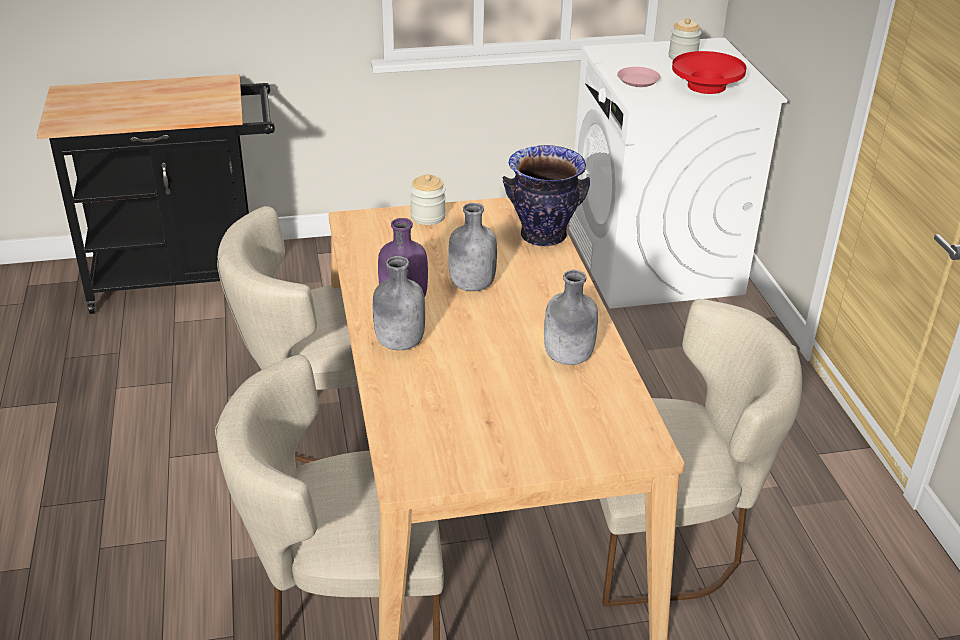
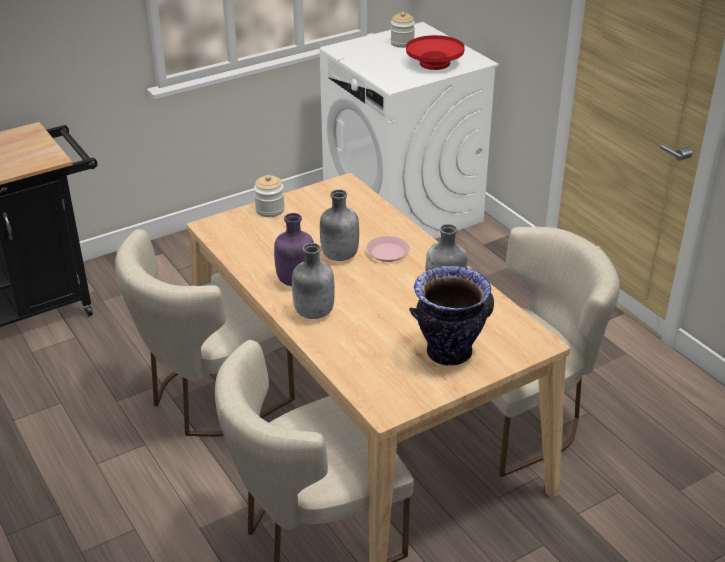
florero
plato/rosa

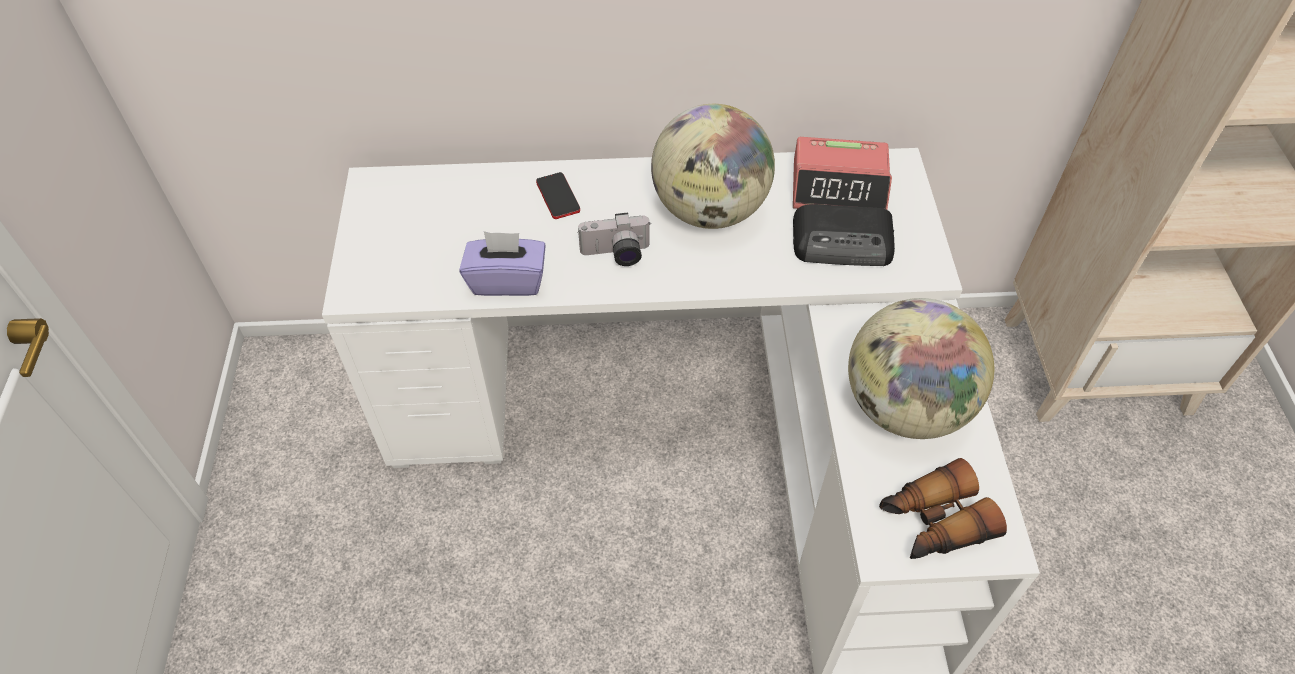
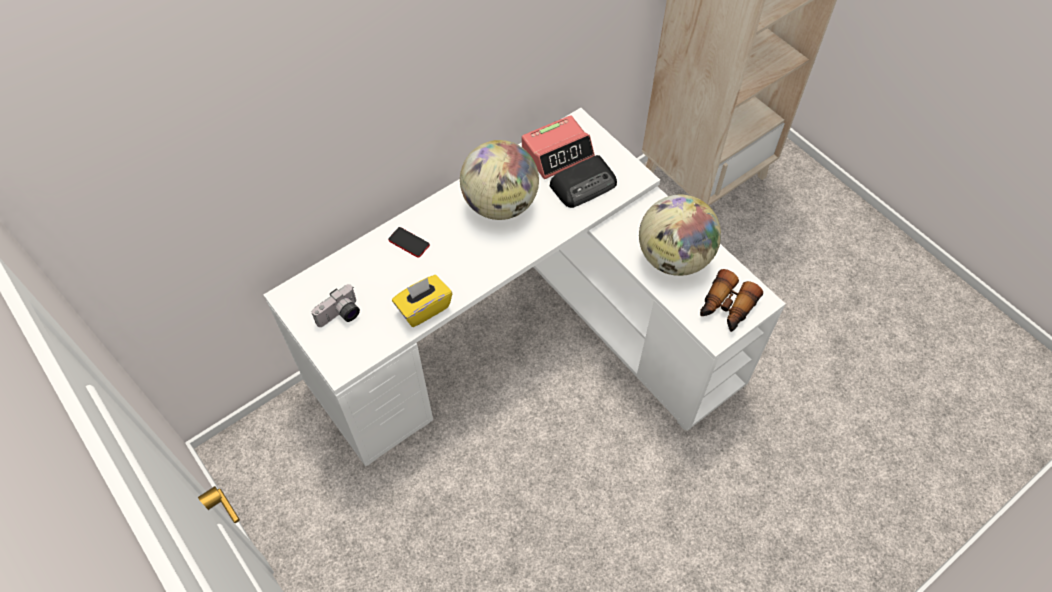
cámara
caja de pañuelos/amarillo

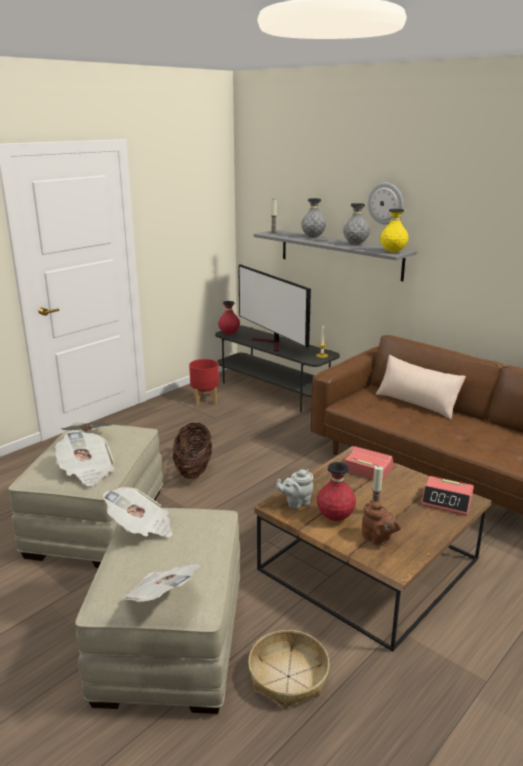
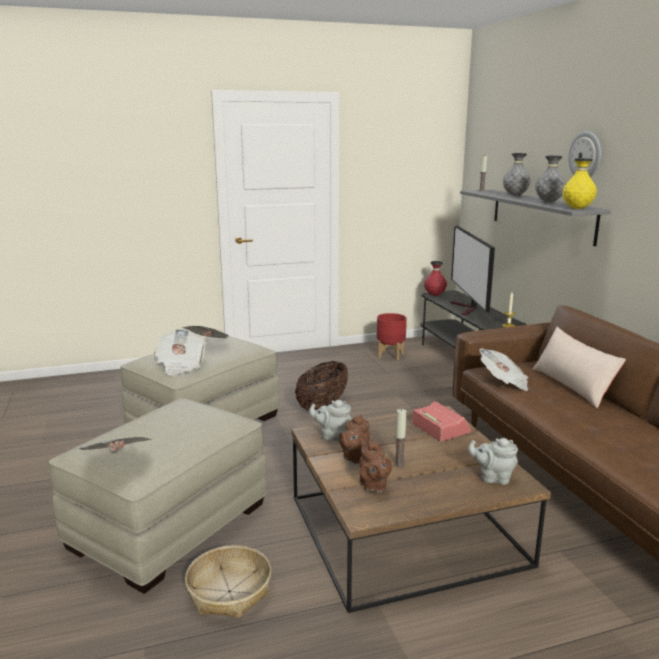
periódico (no. 4 from left)
tetera/marrón (no. 1 from left)
tetera/gris (no. 2 from left)

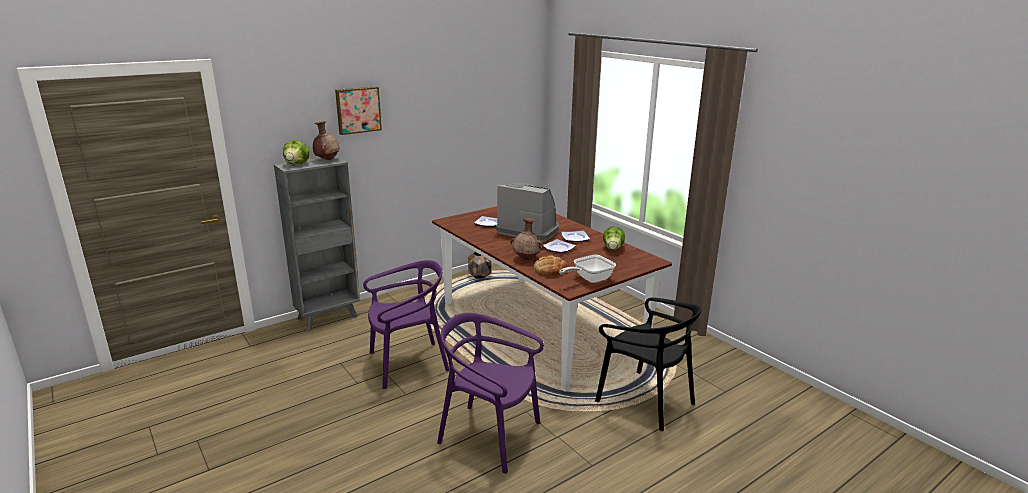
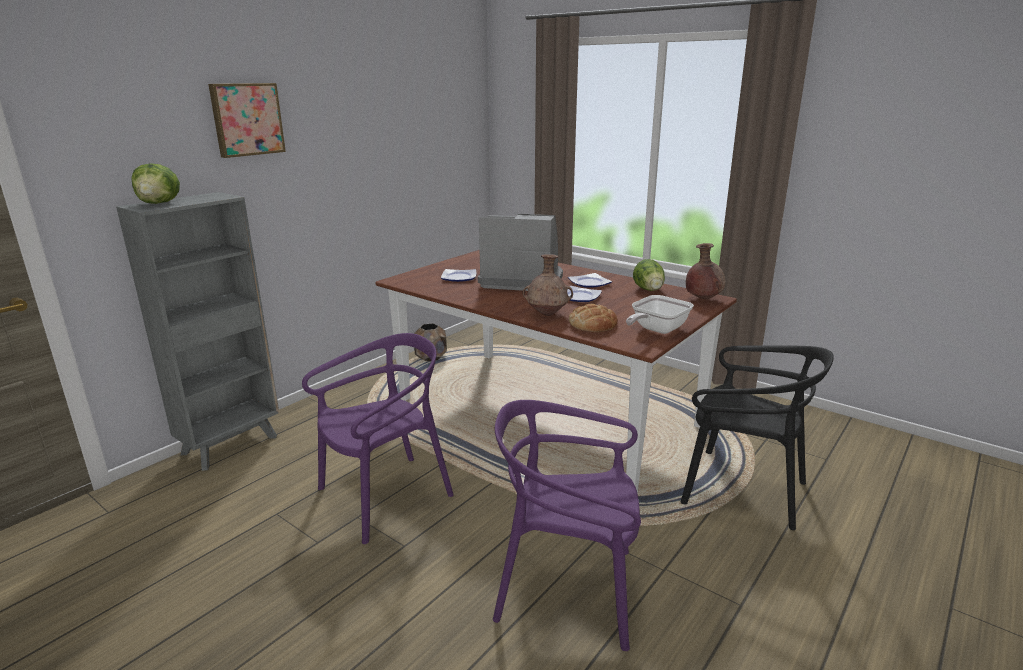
florero/marrón (no. 2 from left)

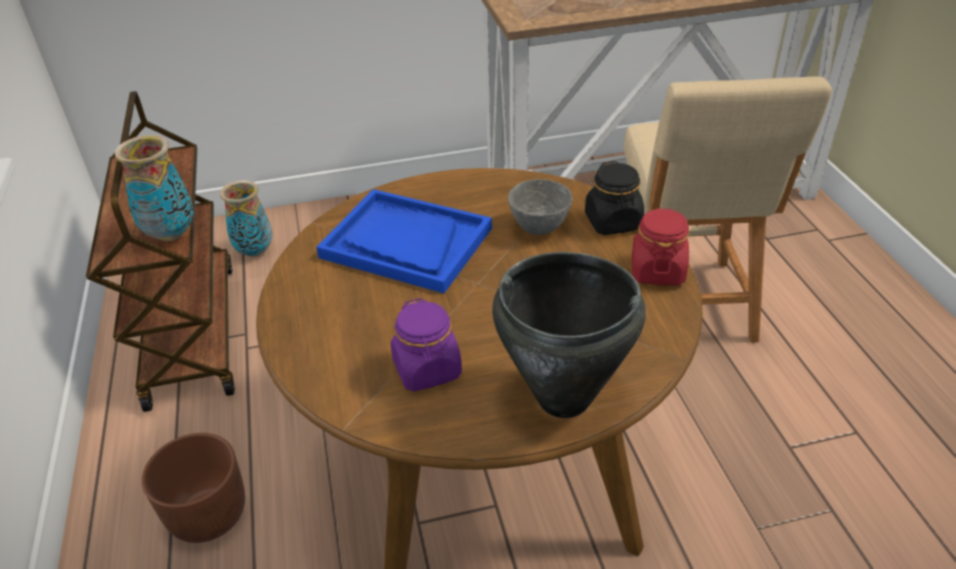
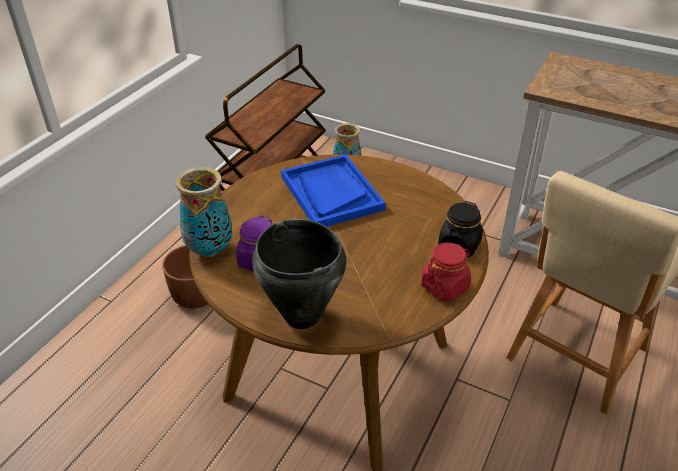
cuenco/gris
florero (no. 1 from left)

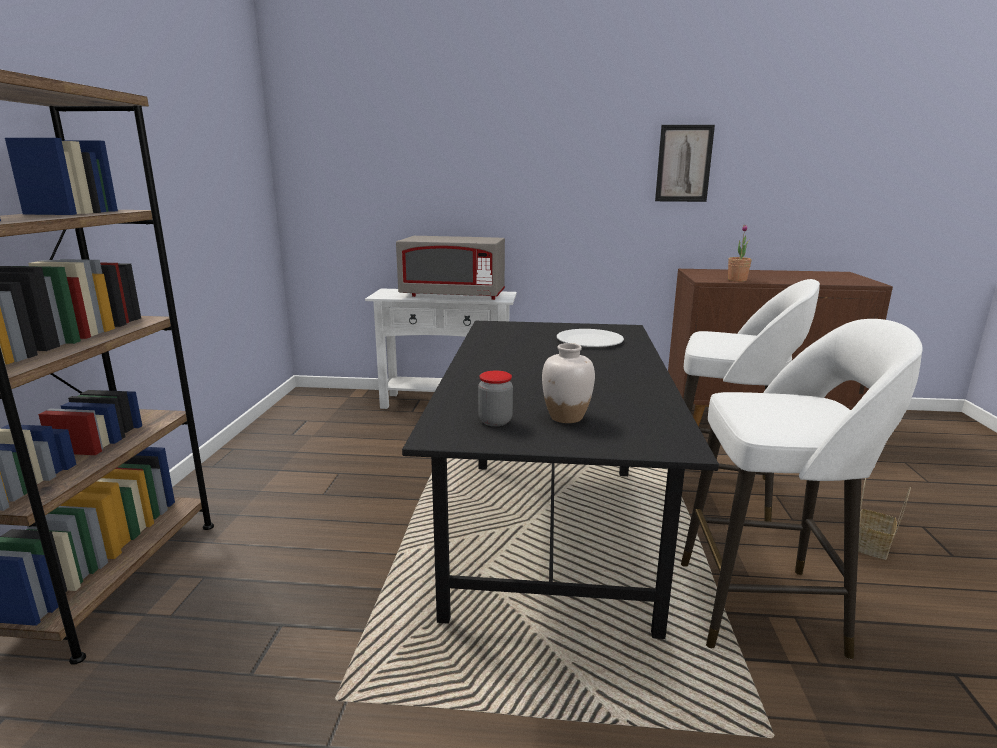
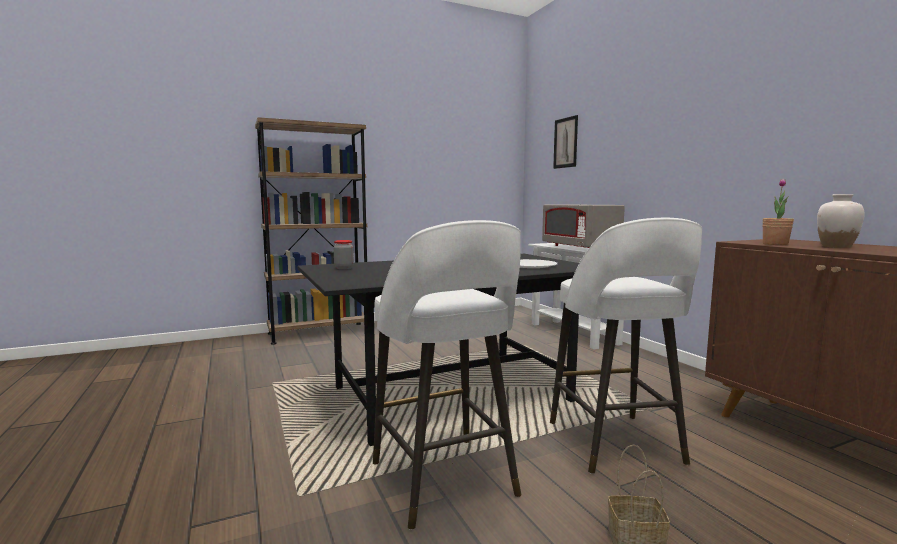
florero/blanco
cuadro

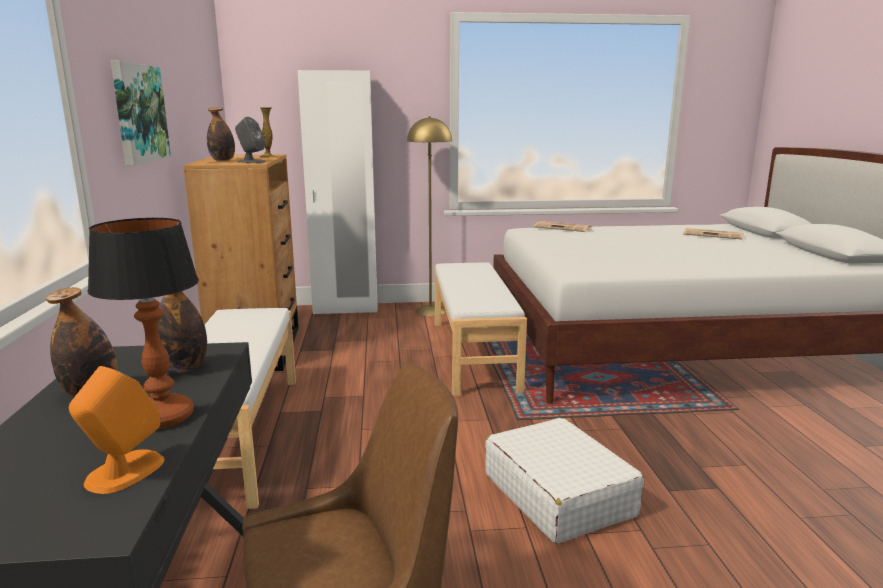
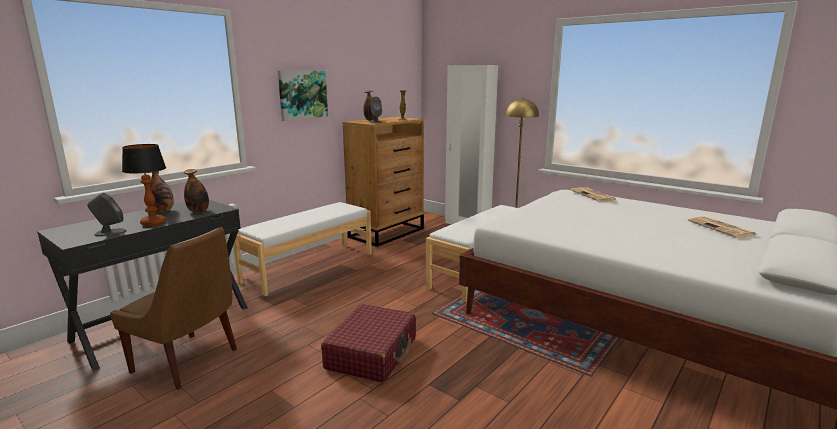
altavoz/gris (no. 1 from left)
maleta/rojo

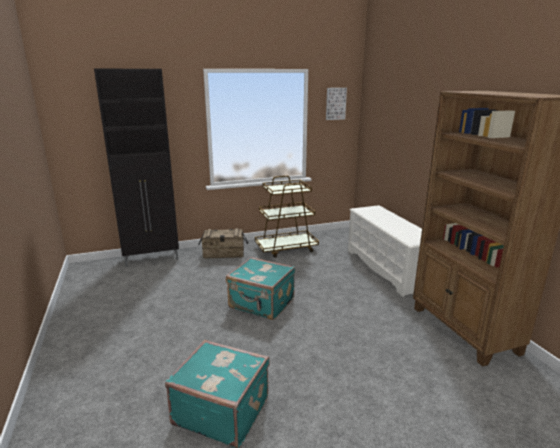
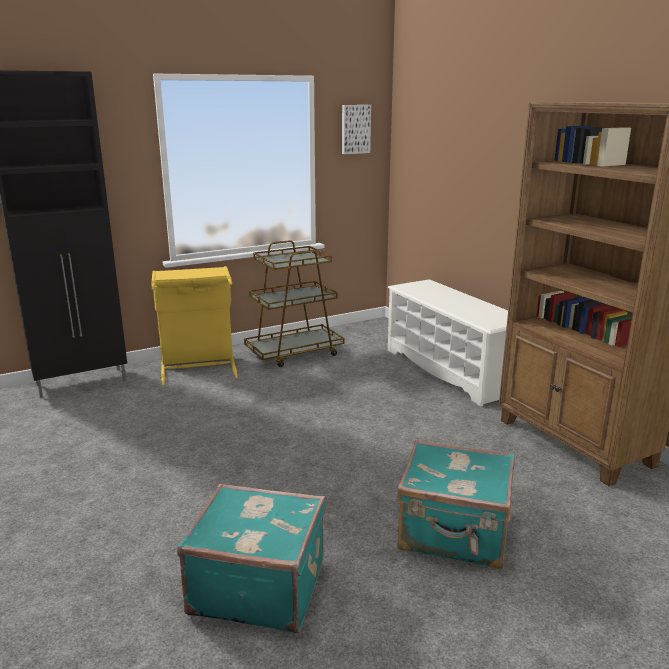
maleta/turquesa (no. 2 from left)
cesto de la ropa/amarillo

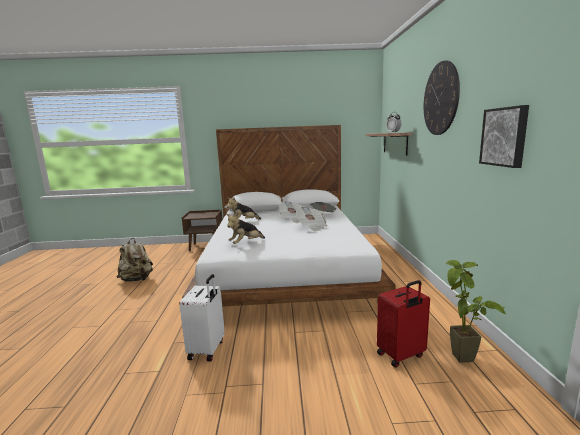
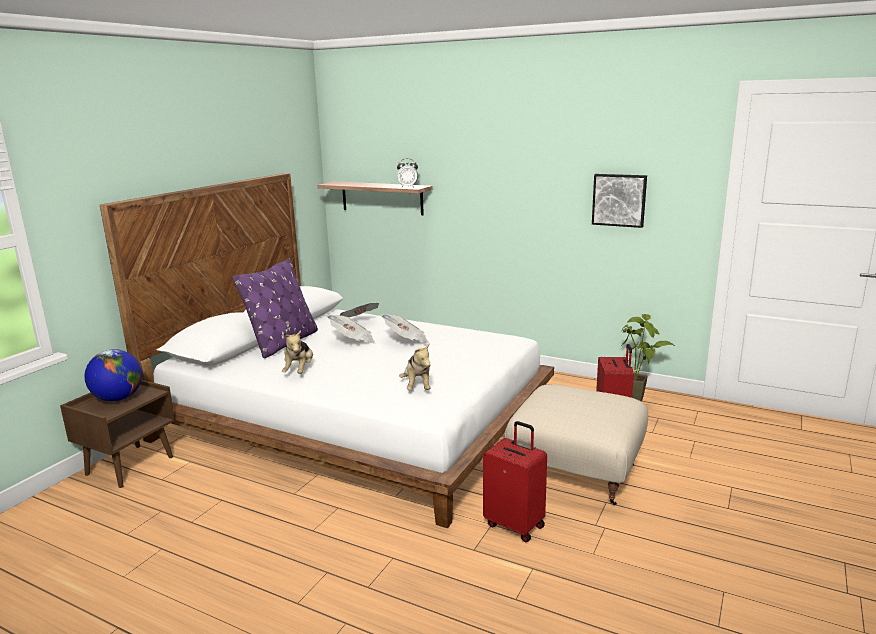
mochila/beis
reloj de pared
globo terráqueo
cojín/morado
puf/beis
maleta/rojo (no. 1 from left)

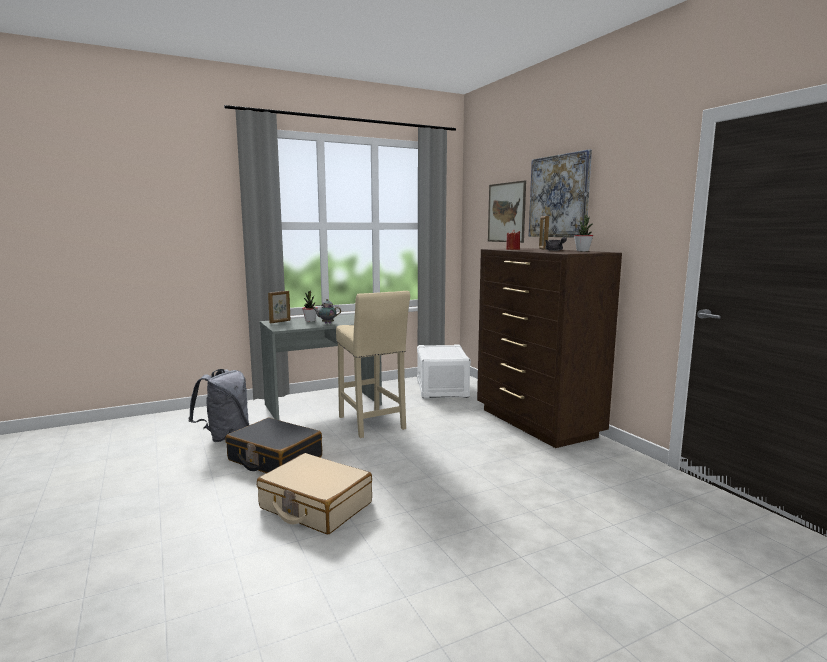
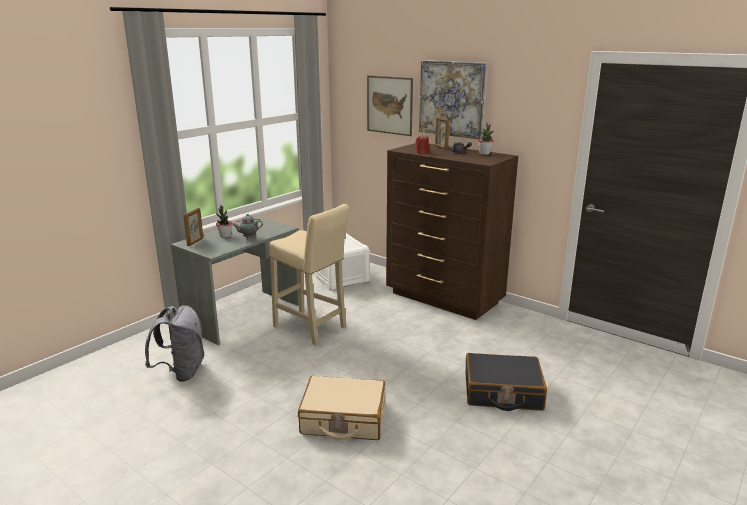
maleta/negro

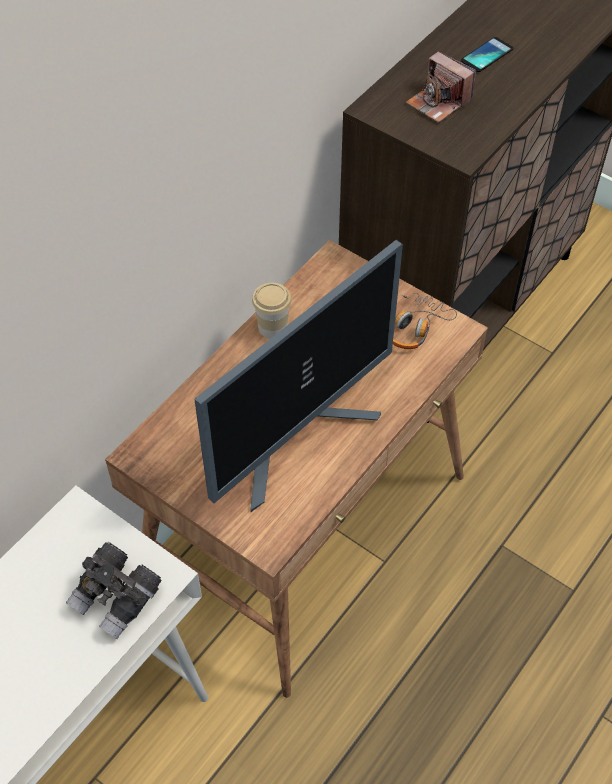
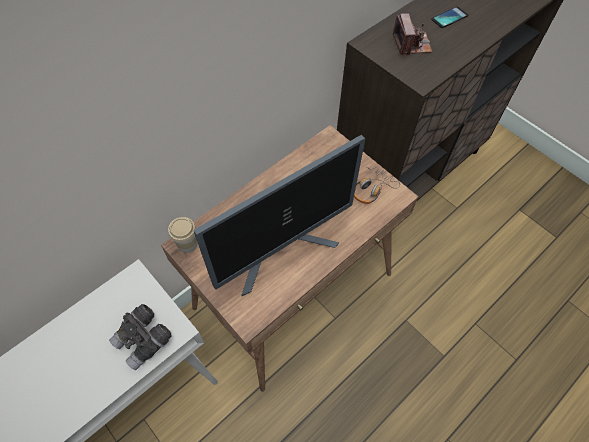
taza
cámara

